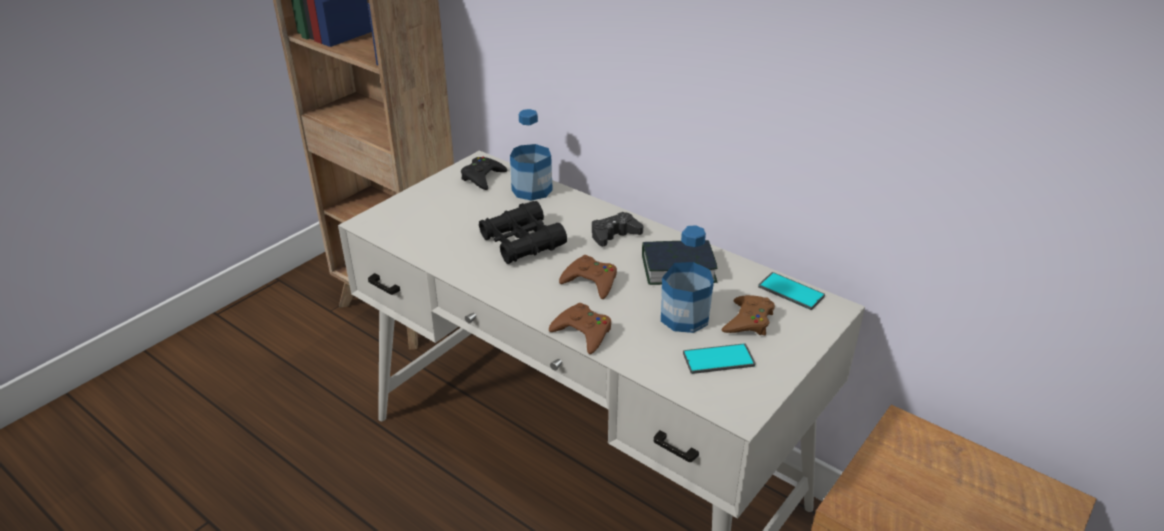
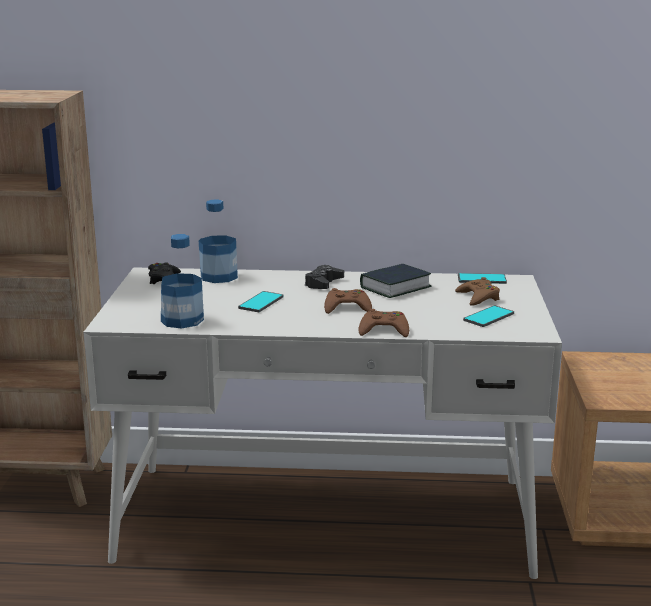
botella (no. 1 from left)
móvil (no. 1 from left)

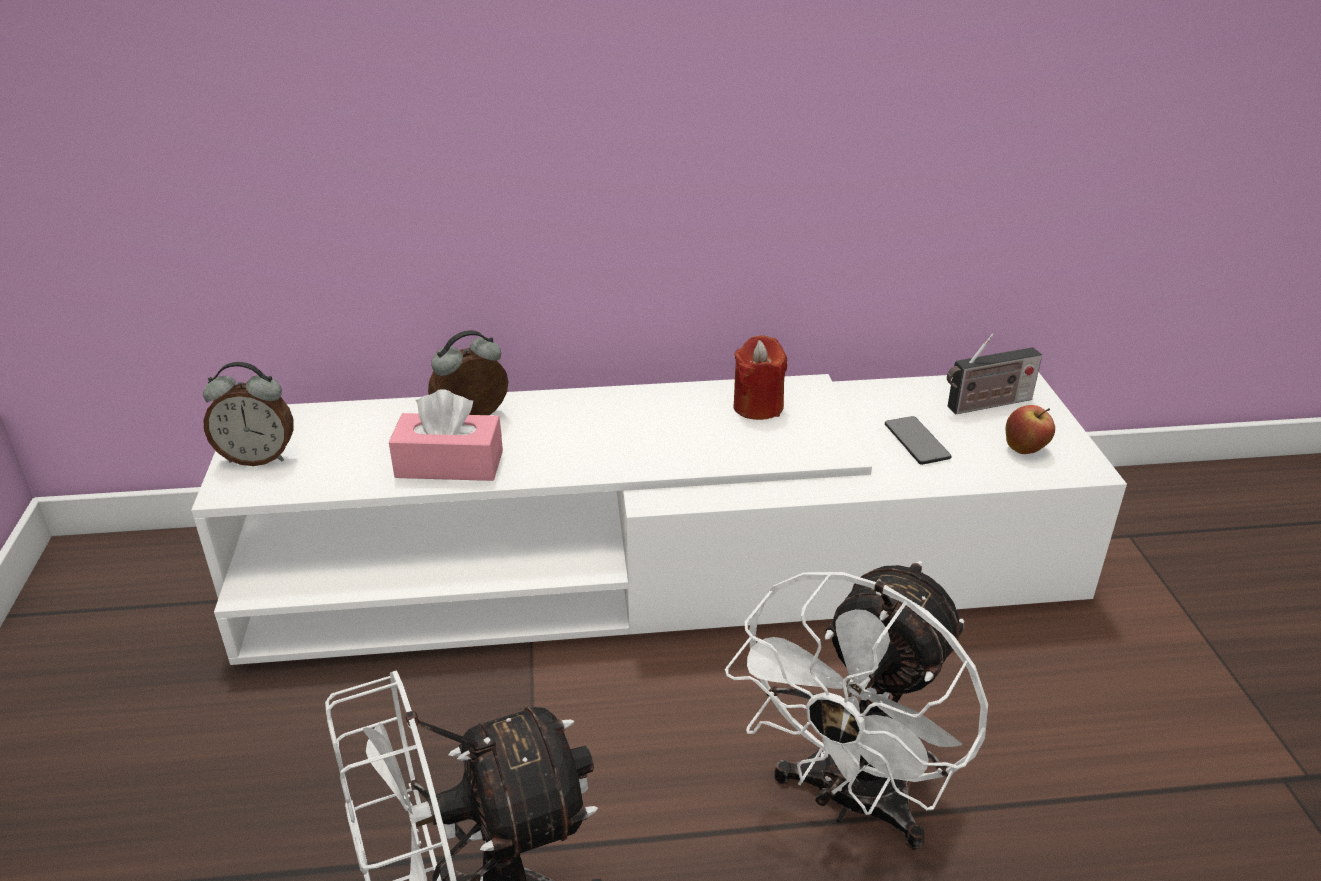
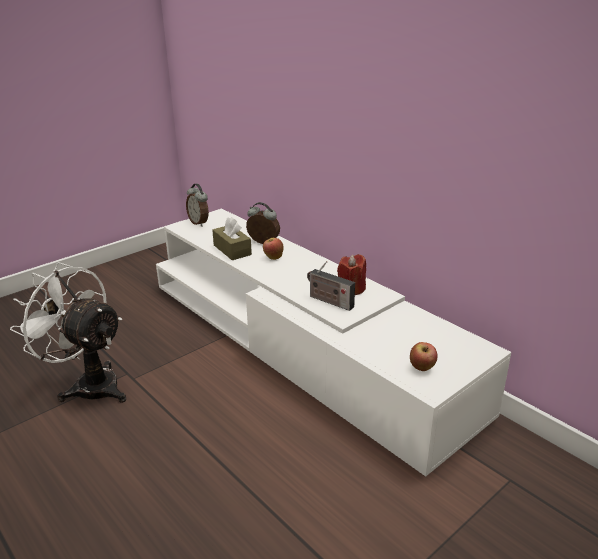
ventilador/blanco (no. 2 from left in the first image)
móvil
manzana (no. 1 from left)
radio
caja de pañuelos/marrón

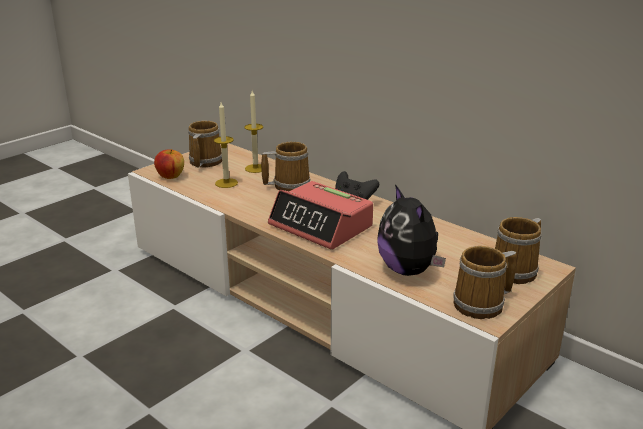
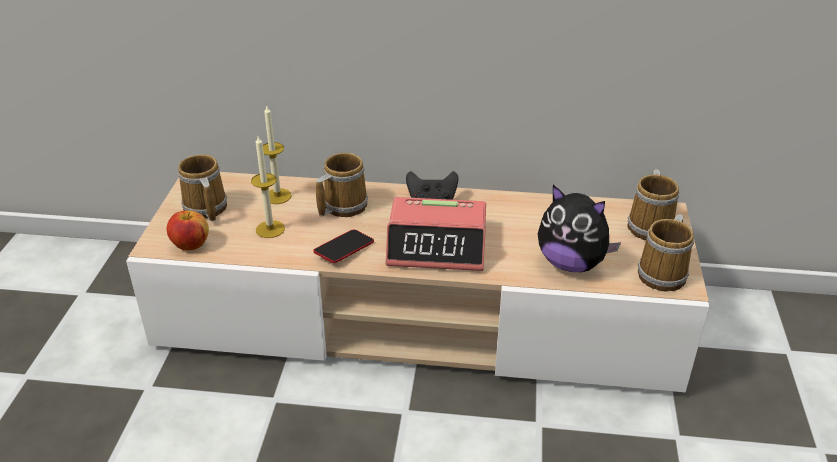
móvil

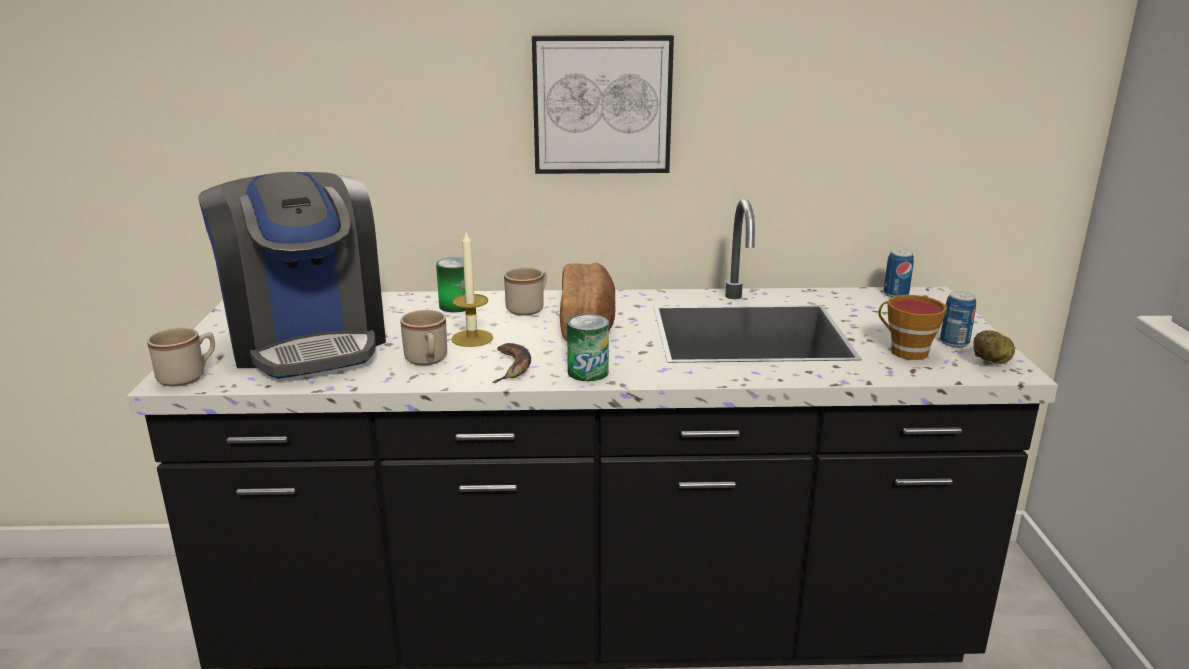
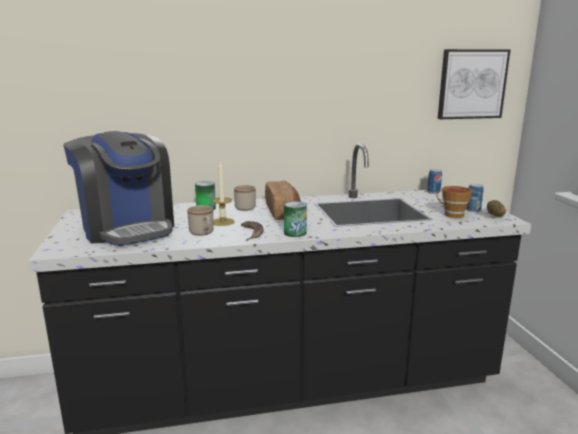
taza grande/beis (no. 1 from left in the first image)
cuadro

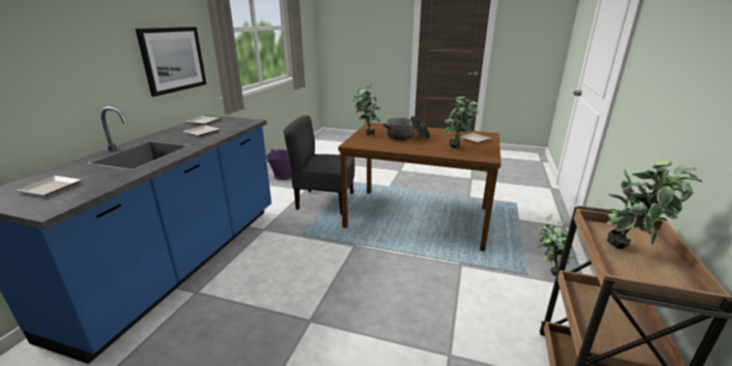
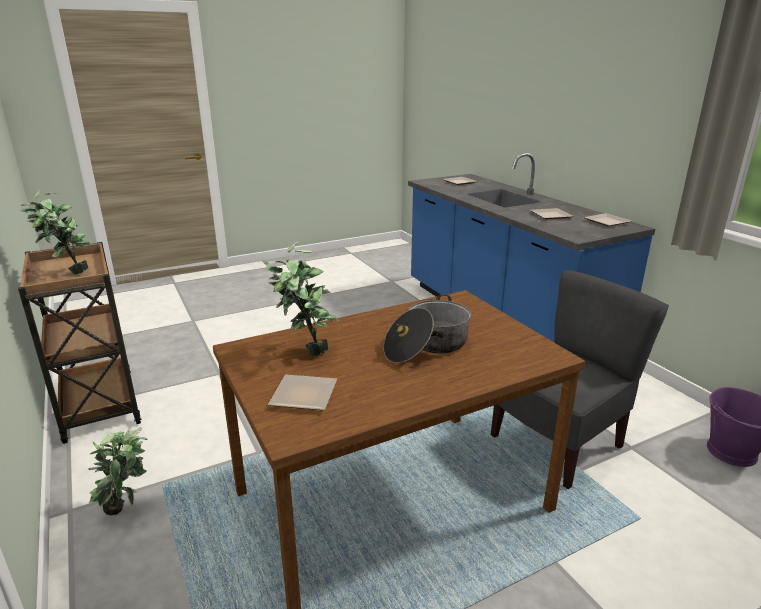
cuadro
planta en maceta (no. 1 from left in the first image)

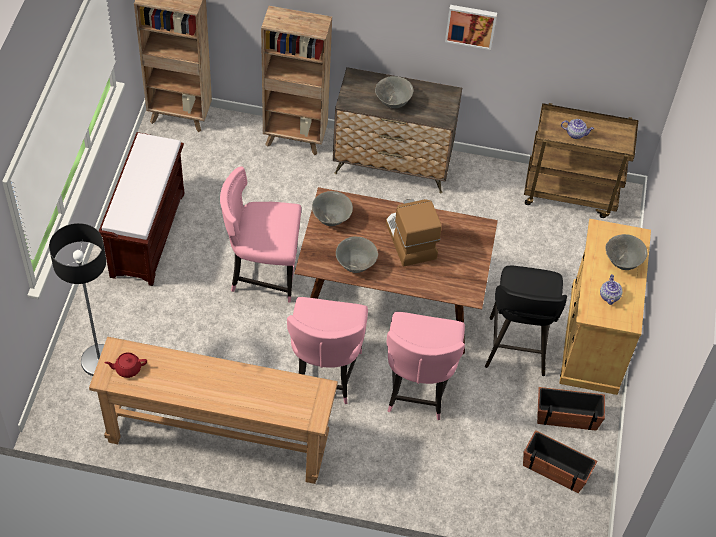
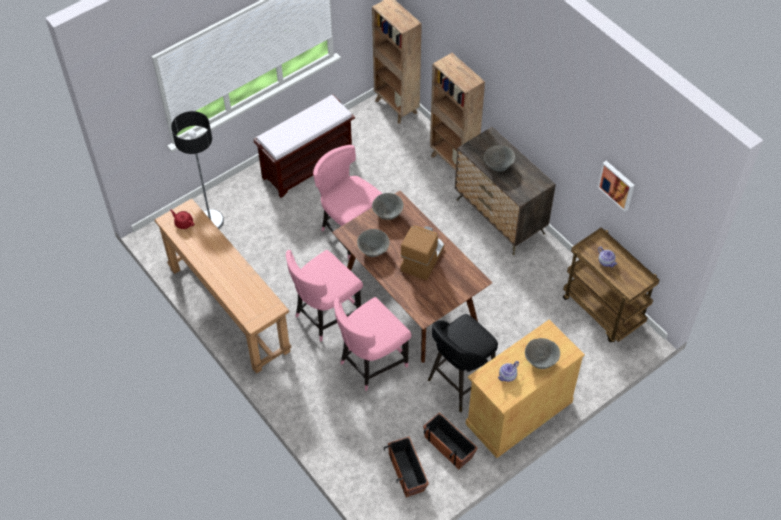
cuadro

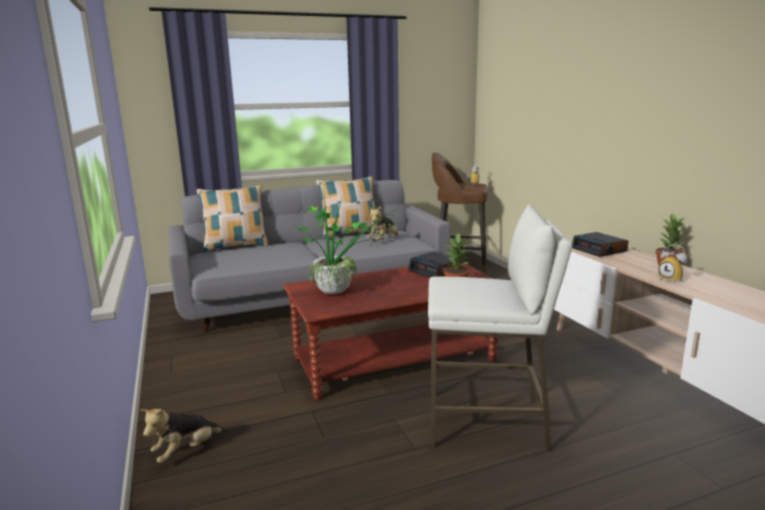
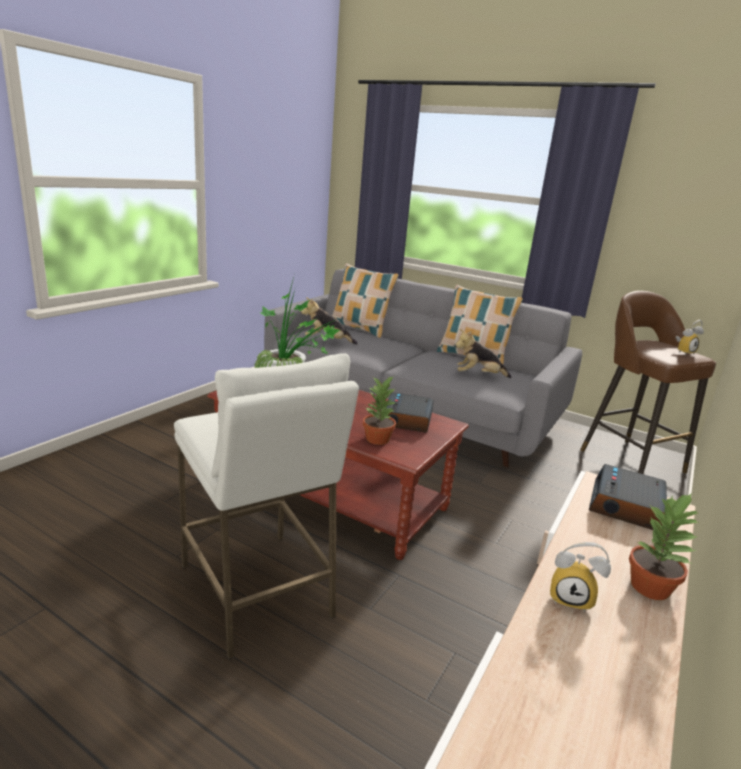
peluche (no. 1 from left)
despertador (no. 2 from left)

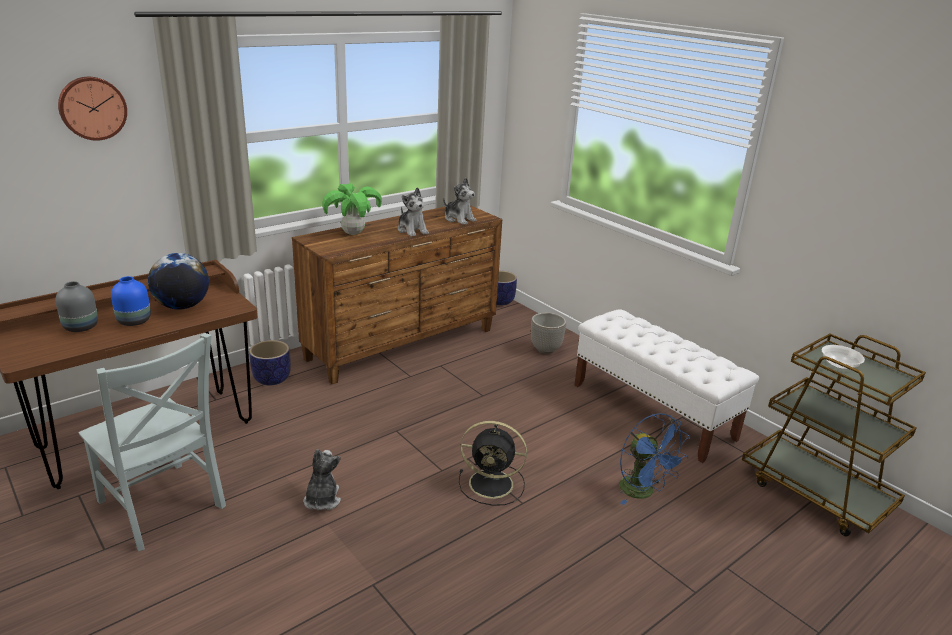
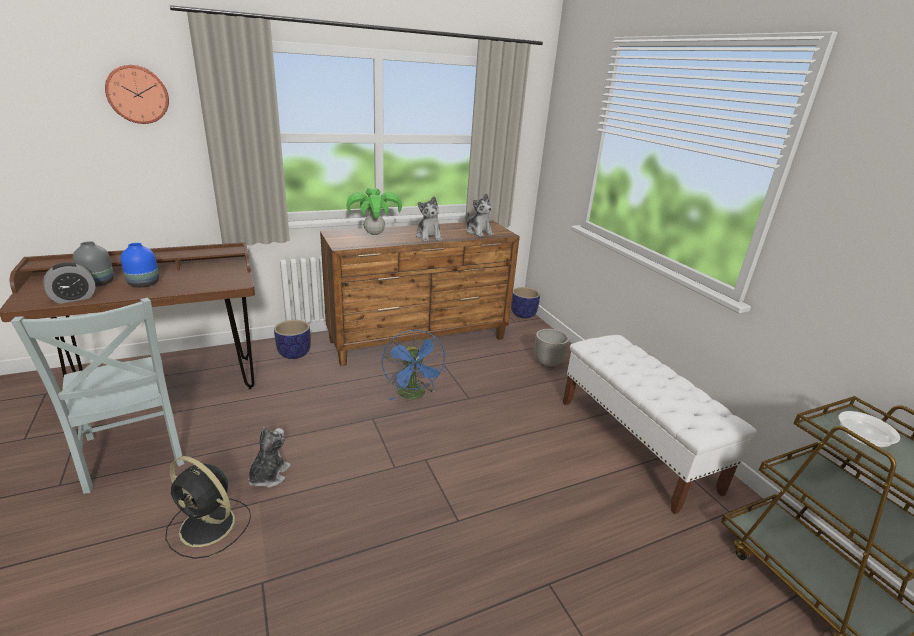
globo terráqueo
despertador
ventilador/negro
ventilador/azul

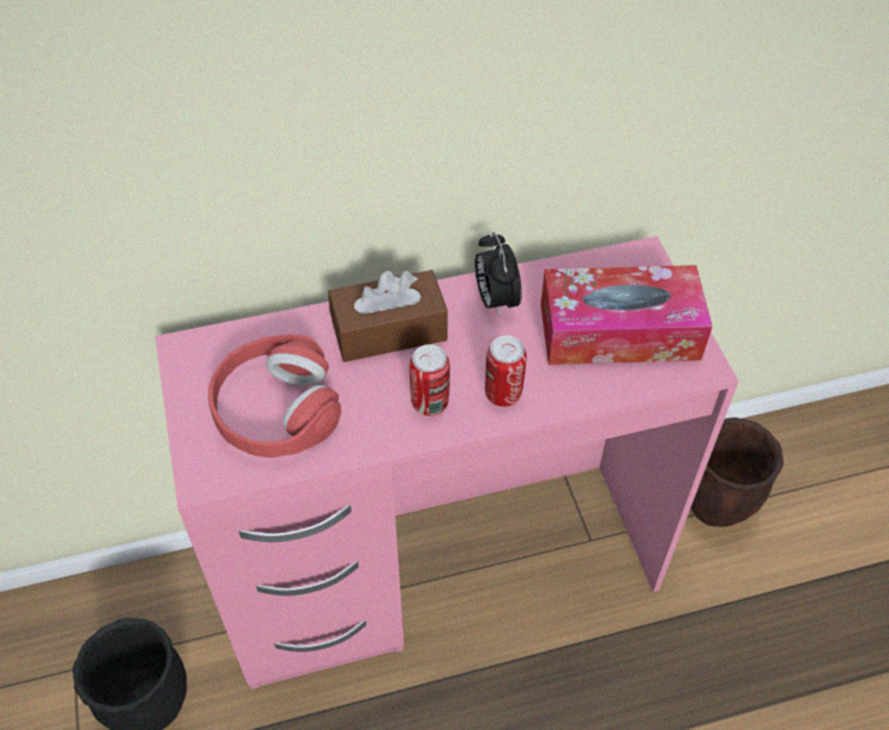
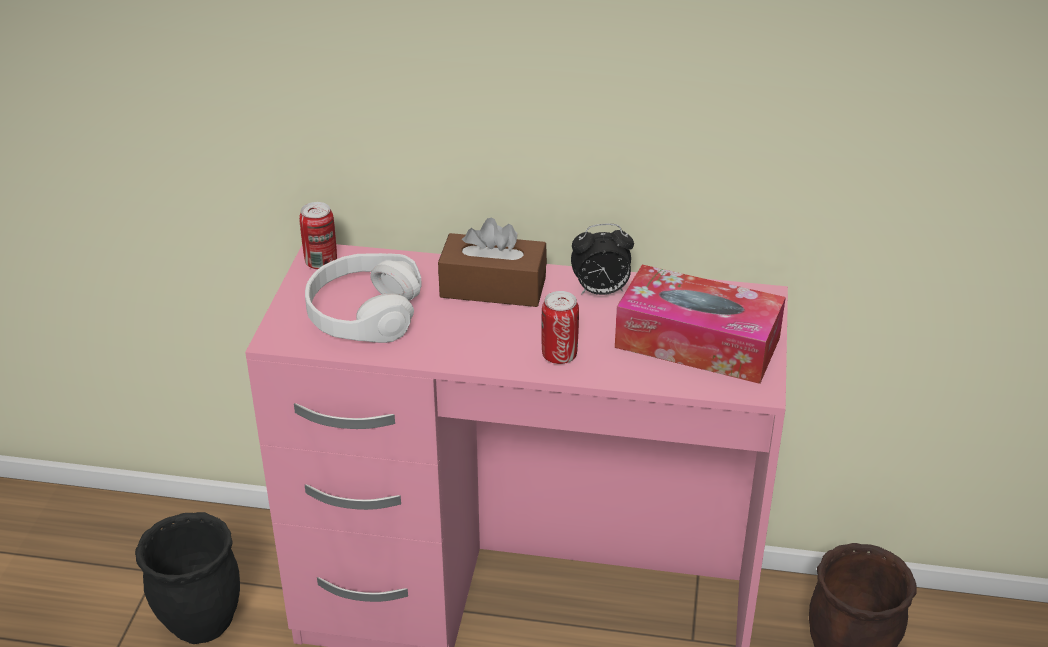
lata (no. 1 from left)
auriculares/blanco
despertador

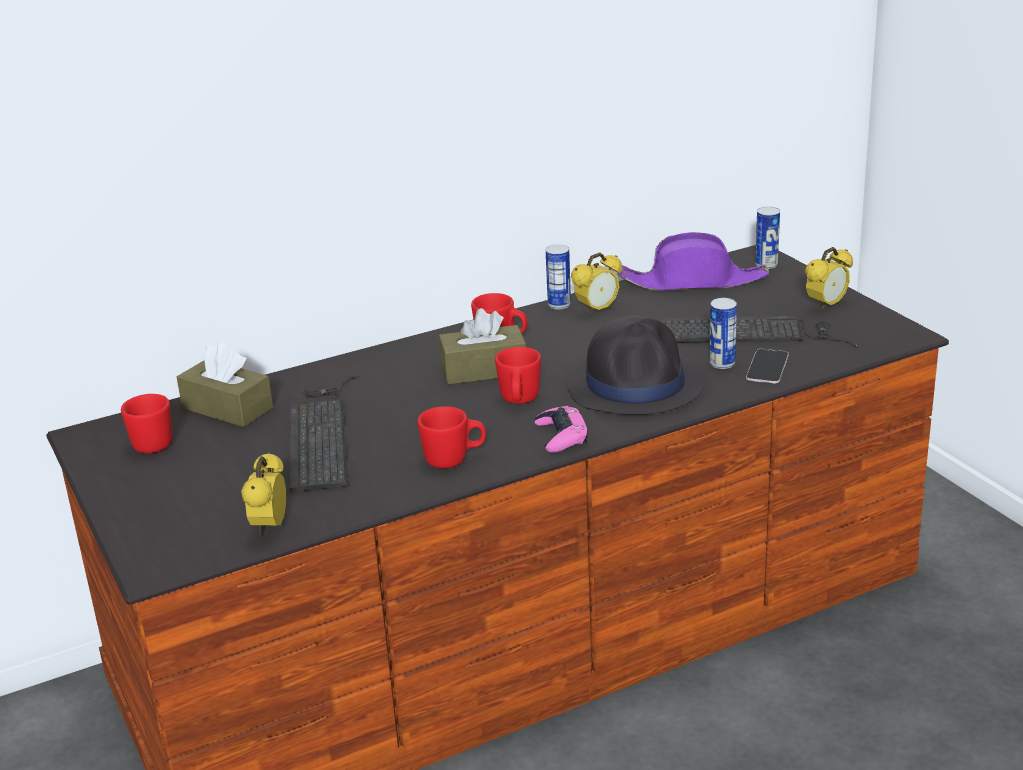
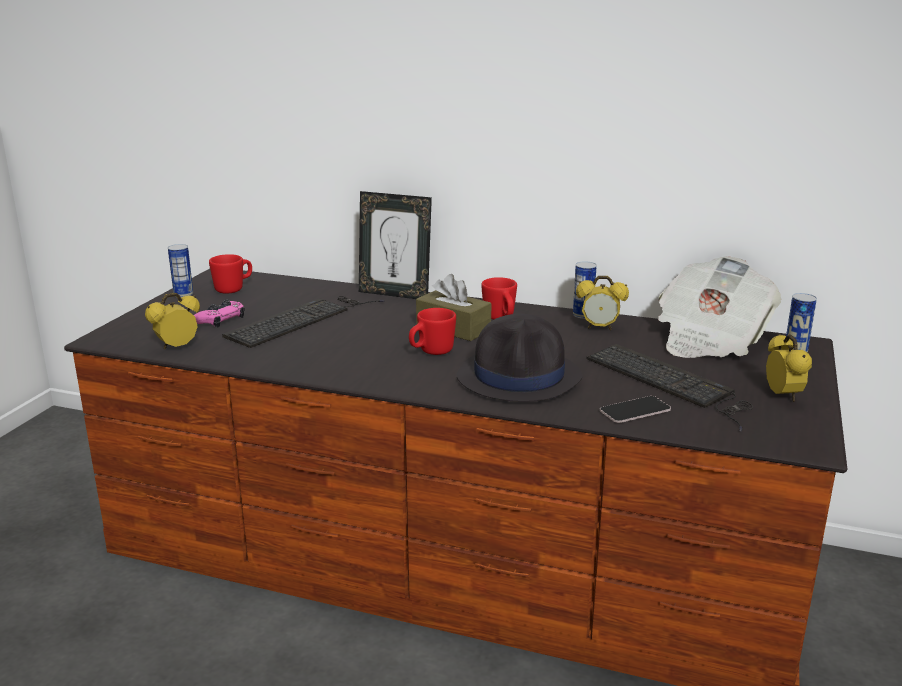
caja de pañuelos/marrón (no. 1 from left in the first image)
taza grande/rojo (no. 2 from left in the first image)
portarretratos
mando de consola/rosa
lata (no. 1 from left)
periódico
despertador (no. 3 from left)

